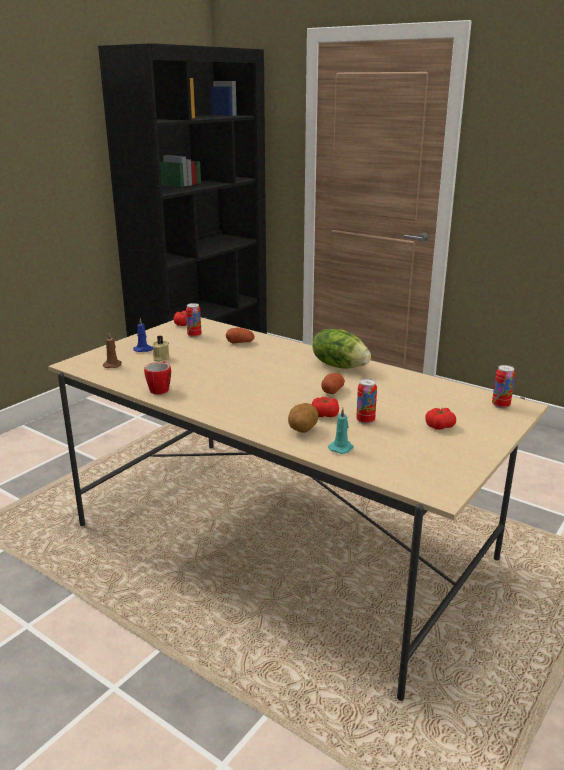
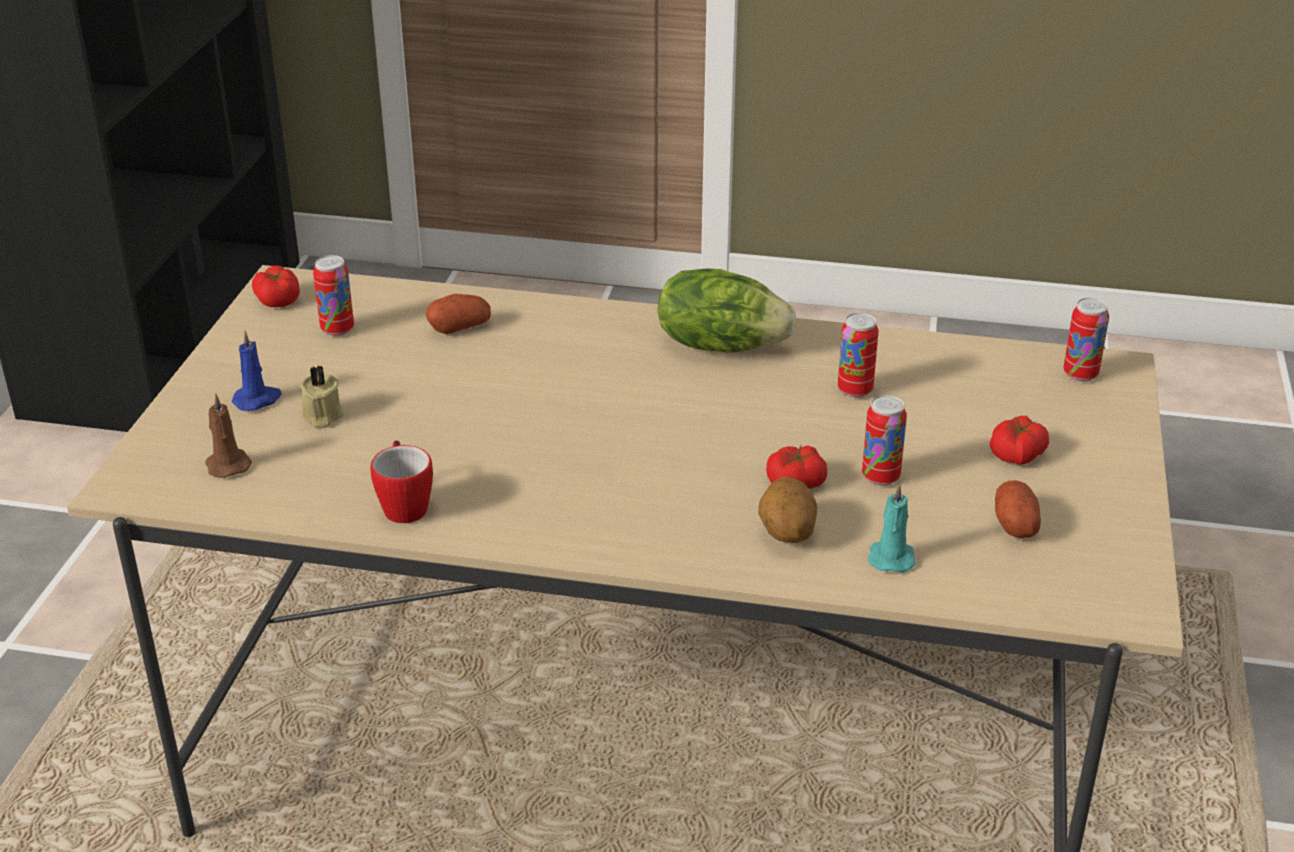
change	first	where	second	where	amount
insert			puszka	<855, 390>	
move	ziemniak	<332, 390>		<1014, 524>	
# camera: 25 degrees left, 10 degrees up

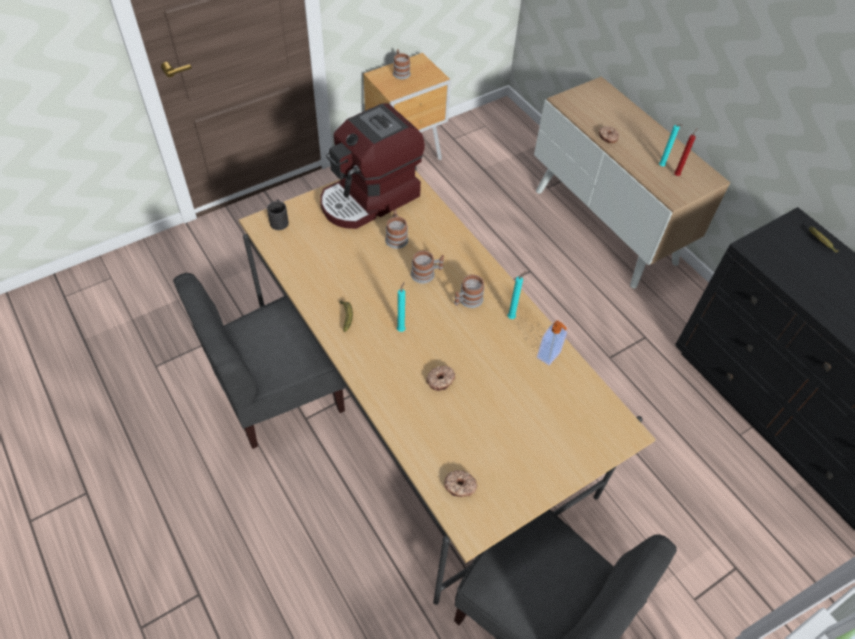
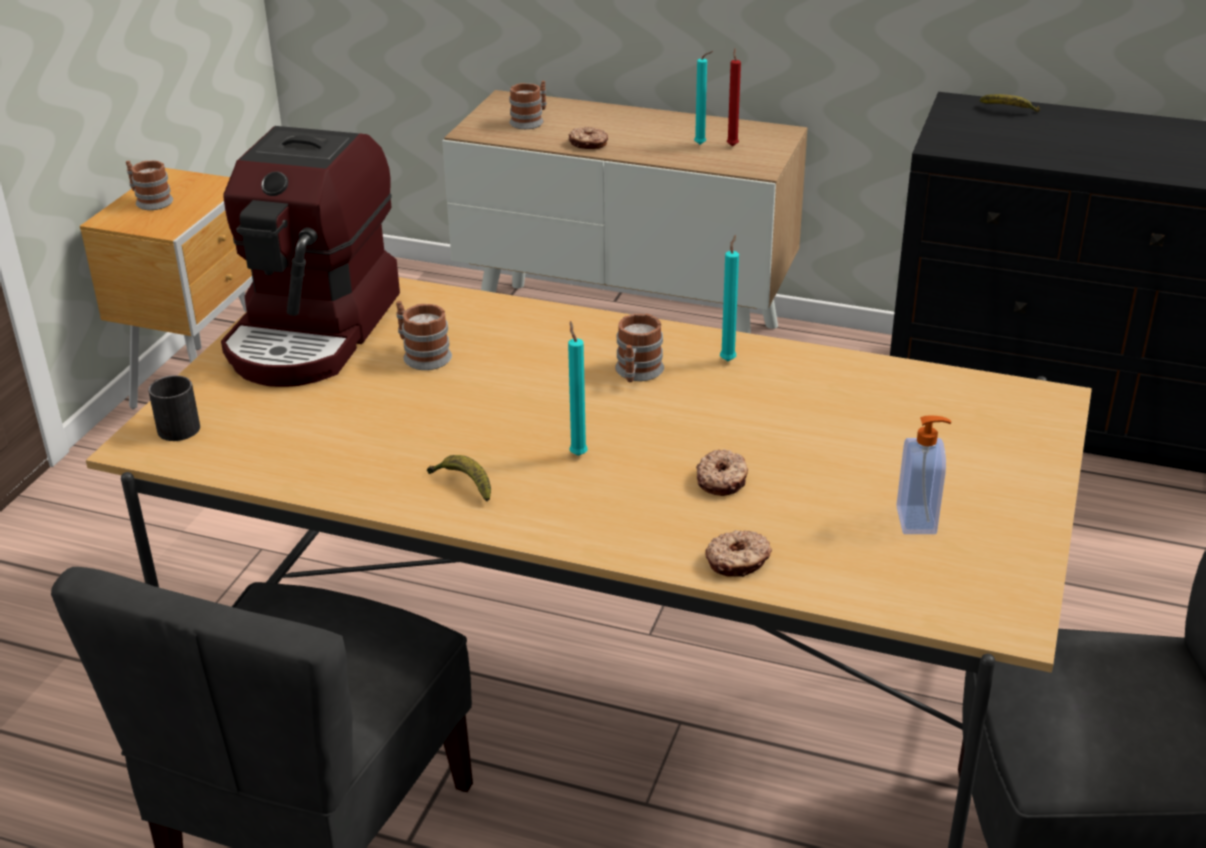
change	first	where	second	where	amount
move	kubek	<426, 274>		<530, 121>	
move	donut	<460, 486>		<738, 562>	
move	dozownik mydła	<549, 355>		<918, 520>	
# camera: 35 degrees left, 20 degrees down

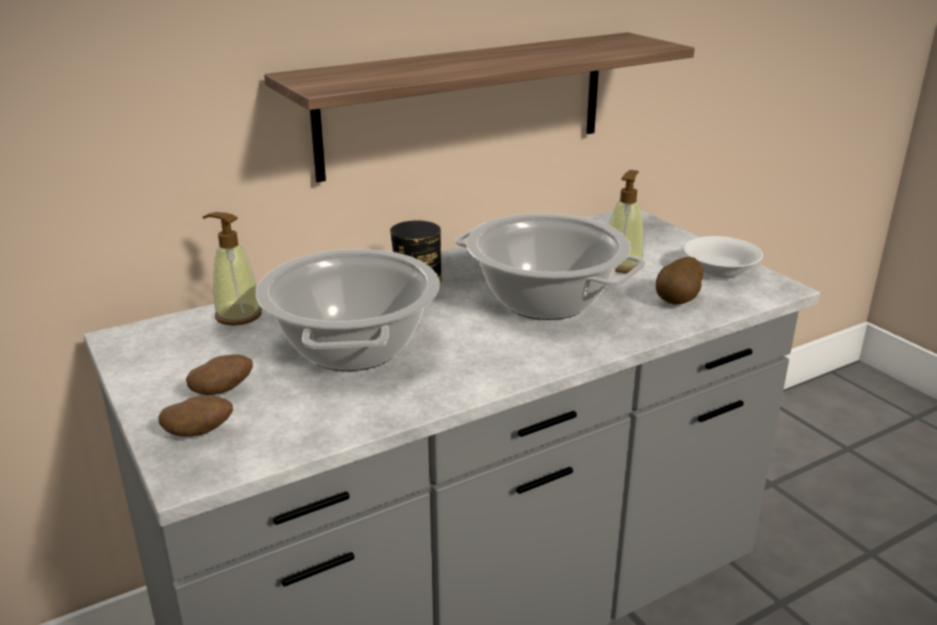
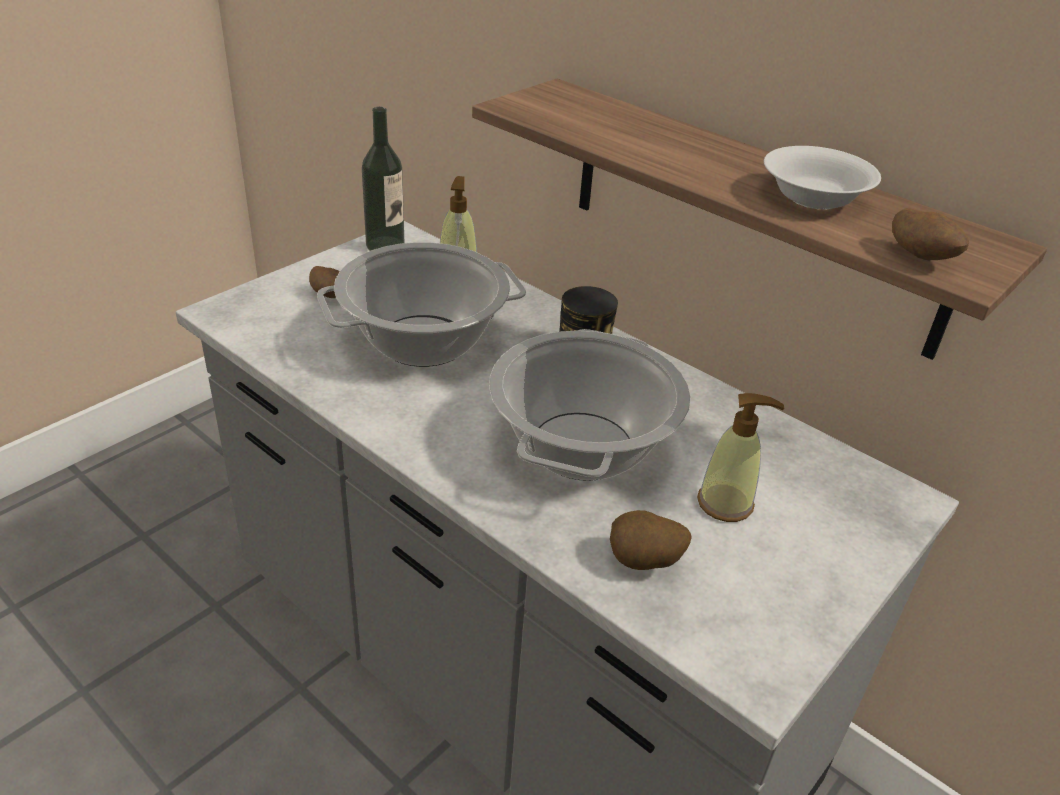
change	first	where	second	where	amount
insert			butelka	<385, 245>	
move	miska/biały	<721, 270>		<814, 198>	
move	ziemniak	<199, 433>		<921, 258>	
# camera: 70 degrees right, 10 degrees up

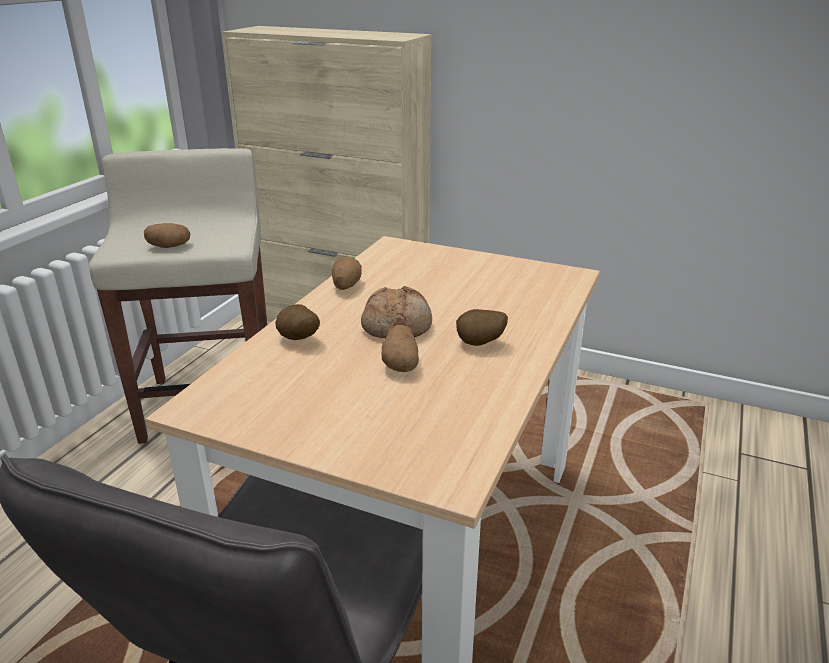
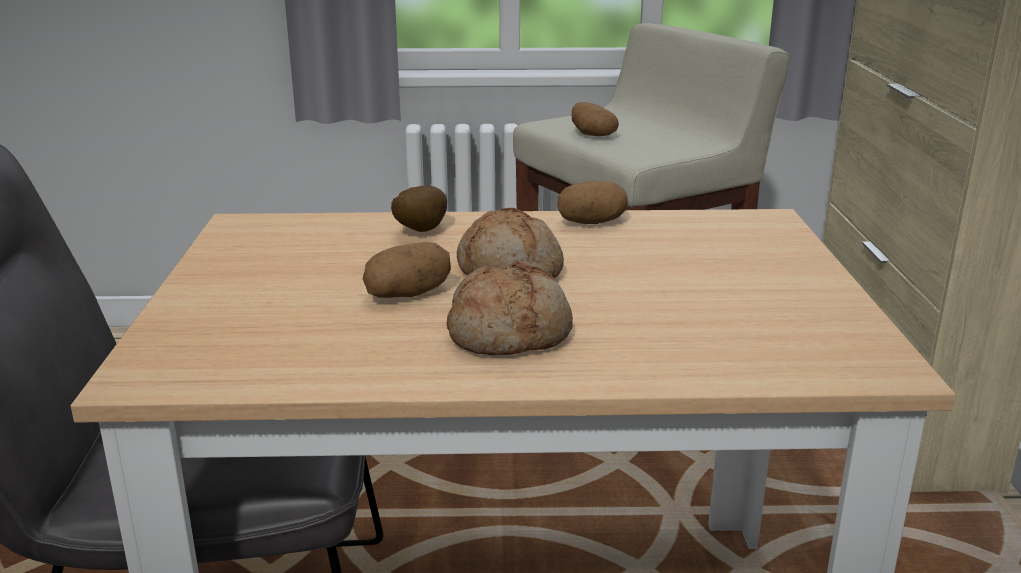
change	first	where	second	where	amount
replace	ziemniak	<480, 344>	chleb	<510, 333>	
# camera: 65 degrees right, 5 degrees down

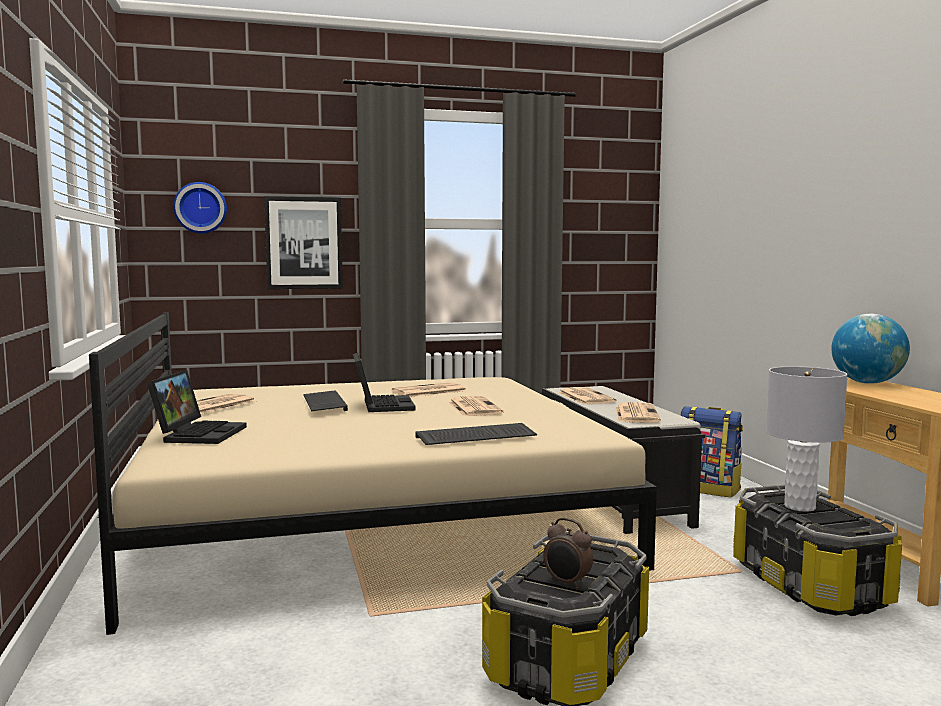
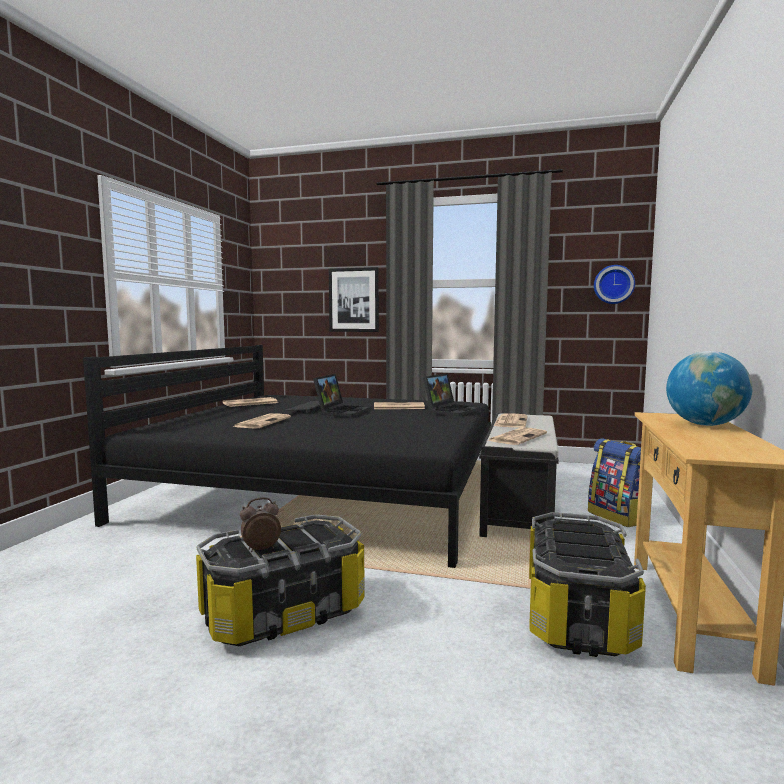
change	first	where	second	where	amount
recolor	łóżko/beżowy	<369, 516>	łóżko/czarny	<327, 490>	
move	gazeta	<473, 407>		<262, 422>	
rotate	budzik	<567, 583>		<261, 549>	90 degrees clockwise
move	laptop	<199, 433>		<450, 411>	
move	zegar ścienny	<200, 208>		<613, 284>	
delete	klawiatura	<475, 438>			
delete	lampa stołowa/szary	<799, 506>			
# camera: 30 degrees right, 0 degrees up

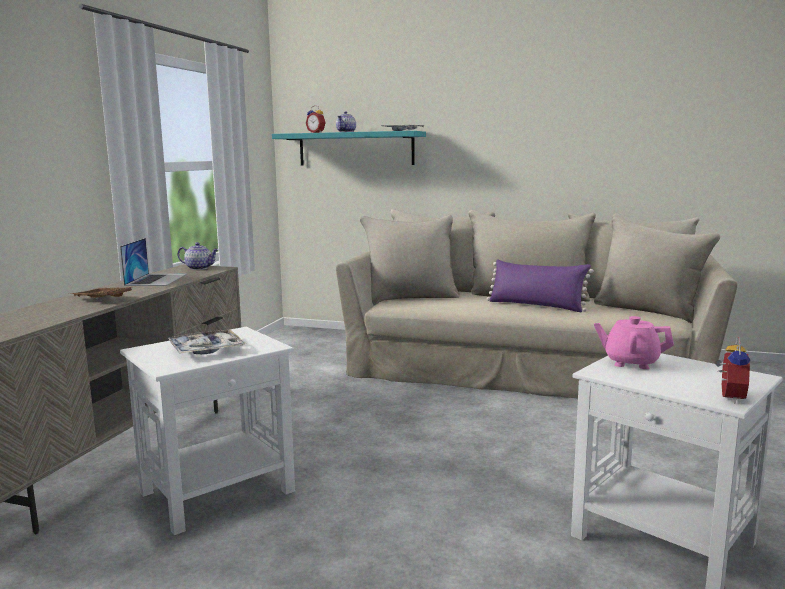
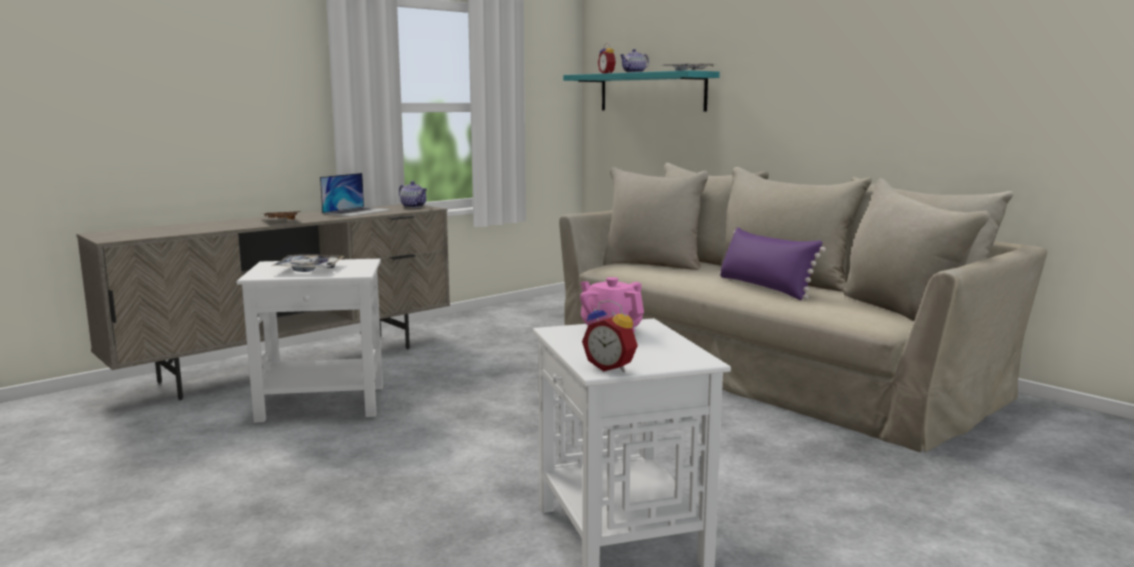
change	first	where	second	where	amount
rotate	budzik	<728, 397>		<611, 367>	75 degrees clockwise
# camera: 30 degrees right, 0 degrees up

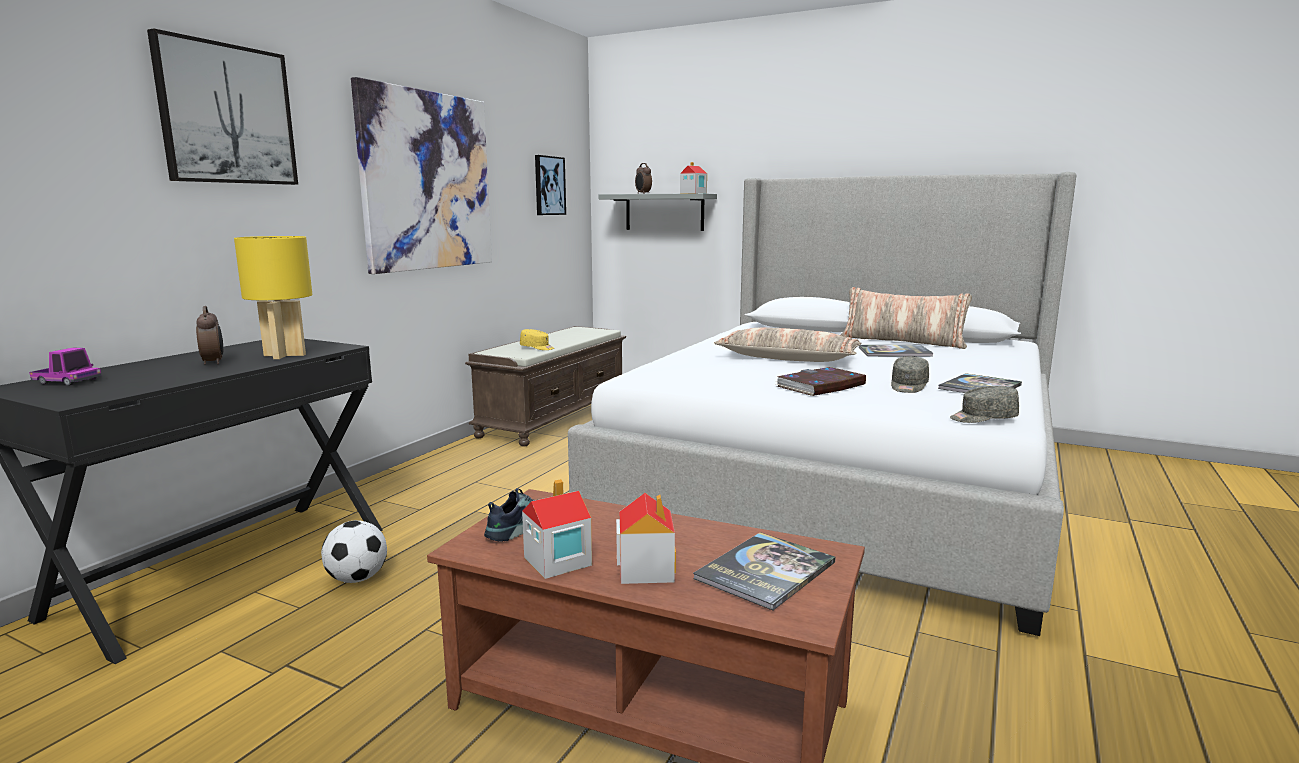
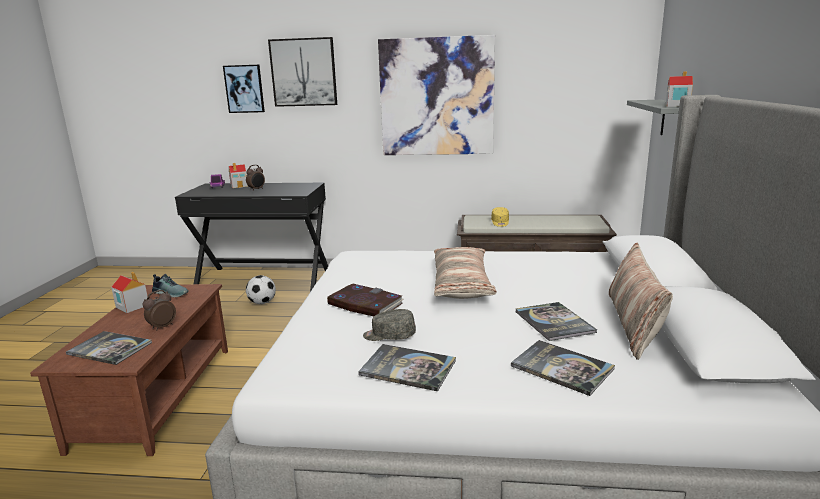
change	first	where	second	where	amount
move	budzik	<643, 193>		<162, 327>	
move	obraz	<549, 185>		<244, 89>	
move	domek	<646, 569>		<239, 186>	
insert			książka	<562, 368>	
delete	lampa stołowa/żółty	<285, 355>			
delete	czapka z daszkiem/szary	<983, 418>			
# camera: 70 degrees right, 5 degrees up

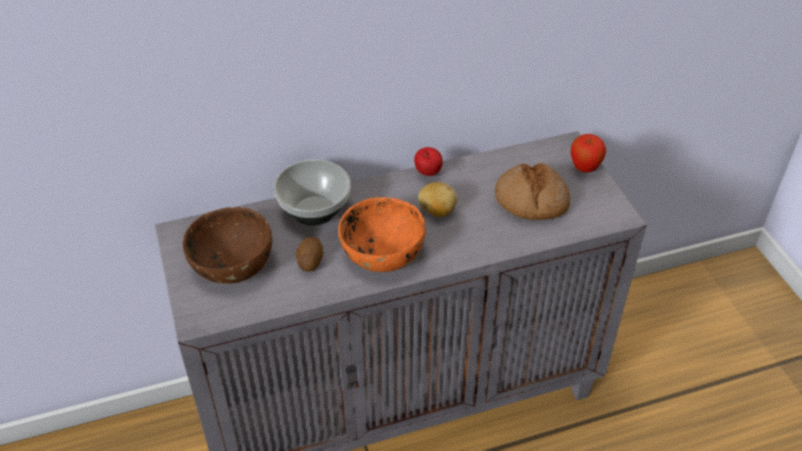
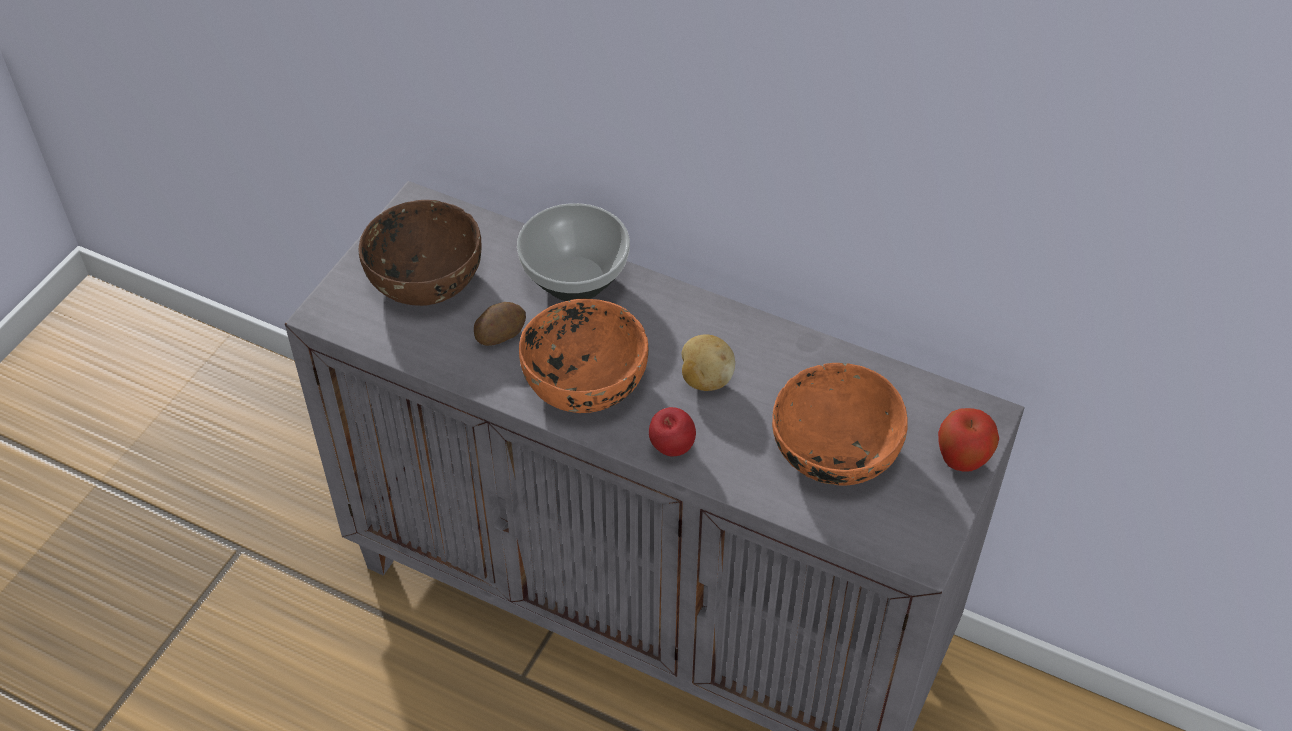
change	first	where	second	where	amount
move	jabłko	<427, 174>		<671, 448>	
replace	chleb	<531, 201>	miska/pomarańczowy	<833, 450>	
# camera: 45 degrees right, 5 degrees up

